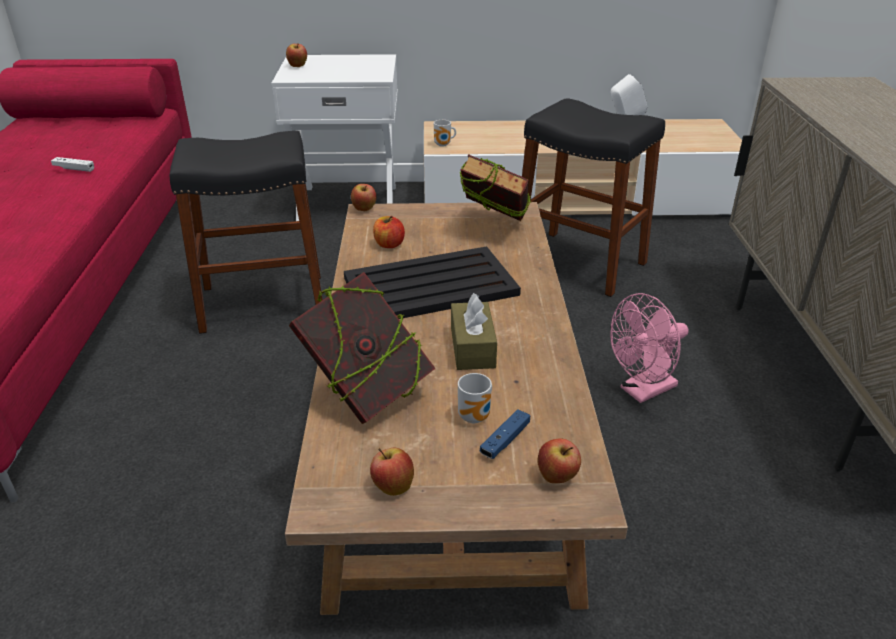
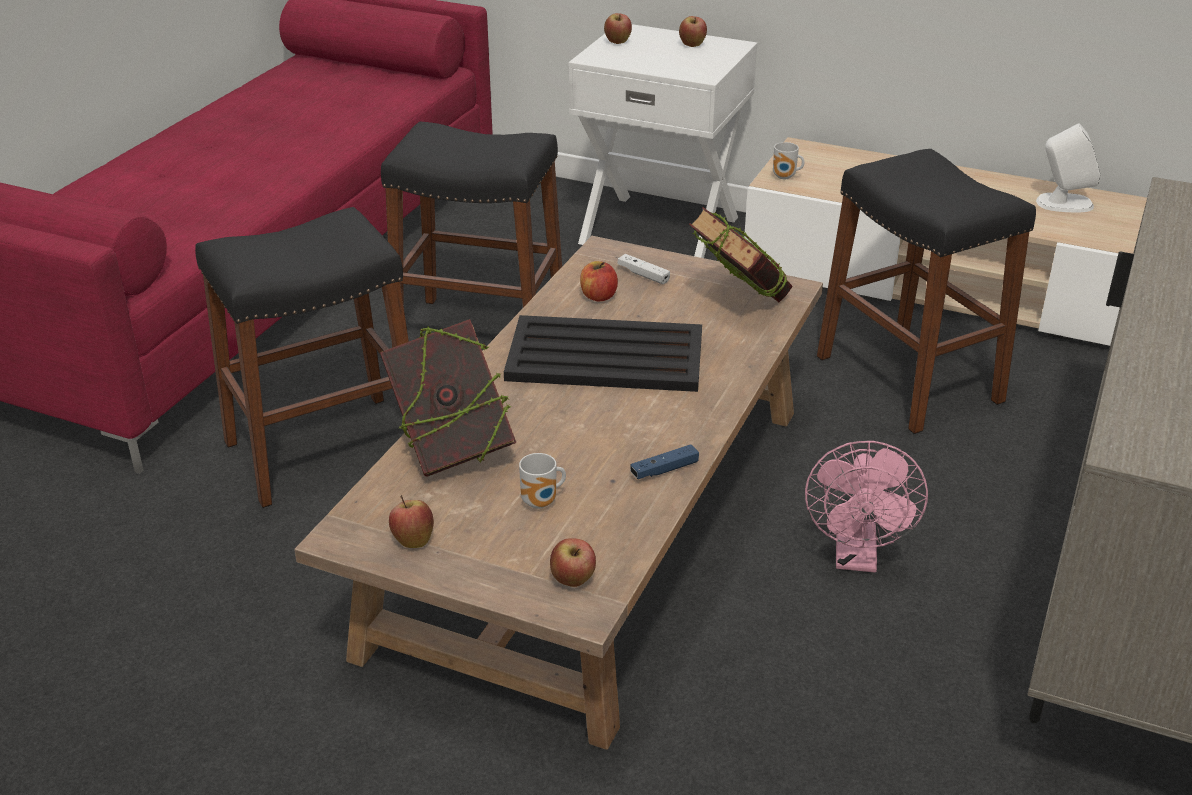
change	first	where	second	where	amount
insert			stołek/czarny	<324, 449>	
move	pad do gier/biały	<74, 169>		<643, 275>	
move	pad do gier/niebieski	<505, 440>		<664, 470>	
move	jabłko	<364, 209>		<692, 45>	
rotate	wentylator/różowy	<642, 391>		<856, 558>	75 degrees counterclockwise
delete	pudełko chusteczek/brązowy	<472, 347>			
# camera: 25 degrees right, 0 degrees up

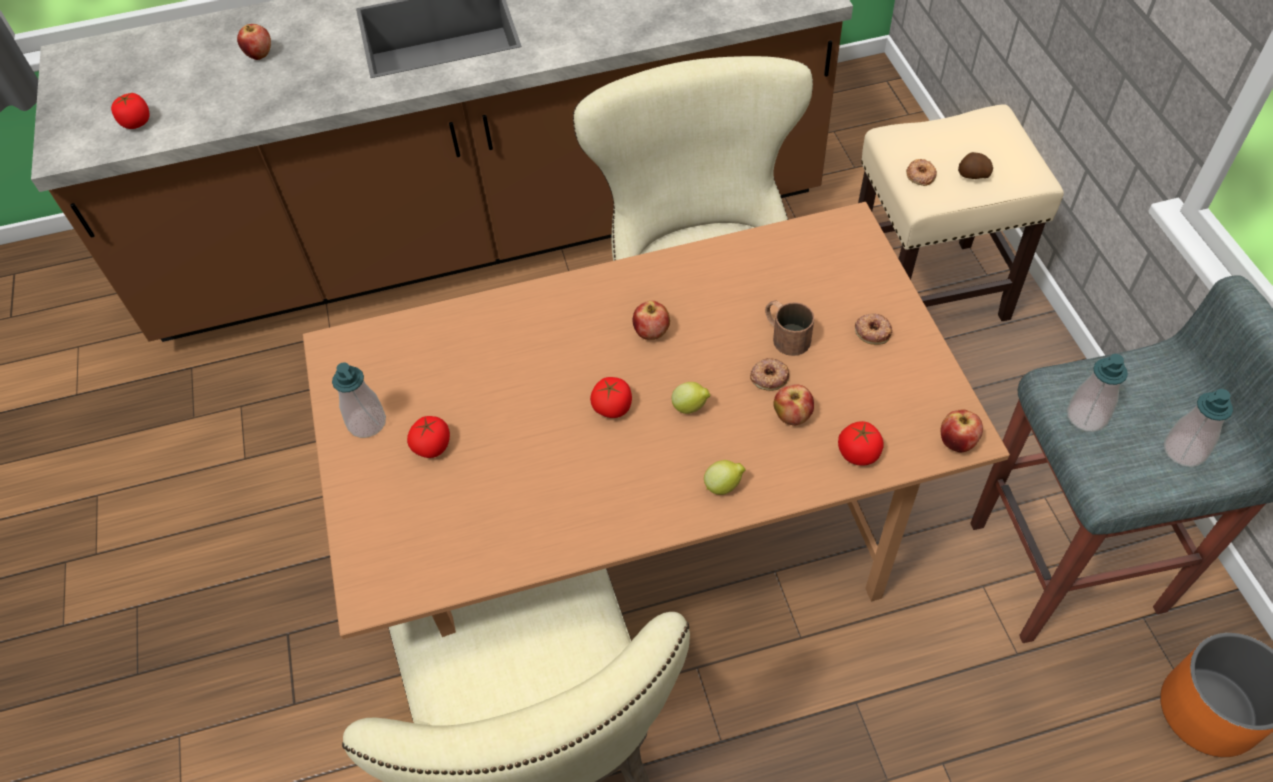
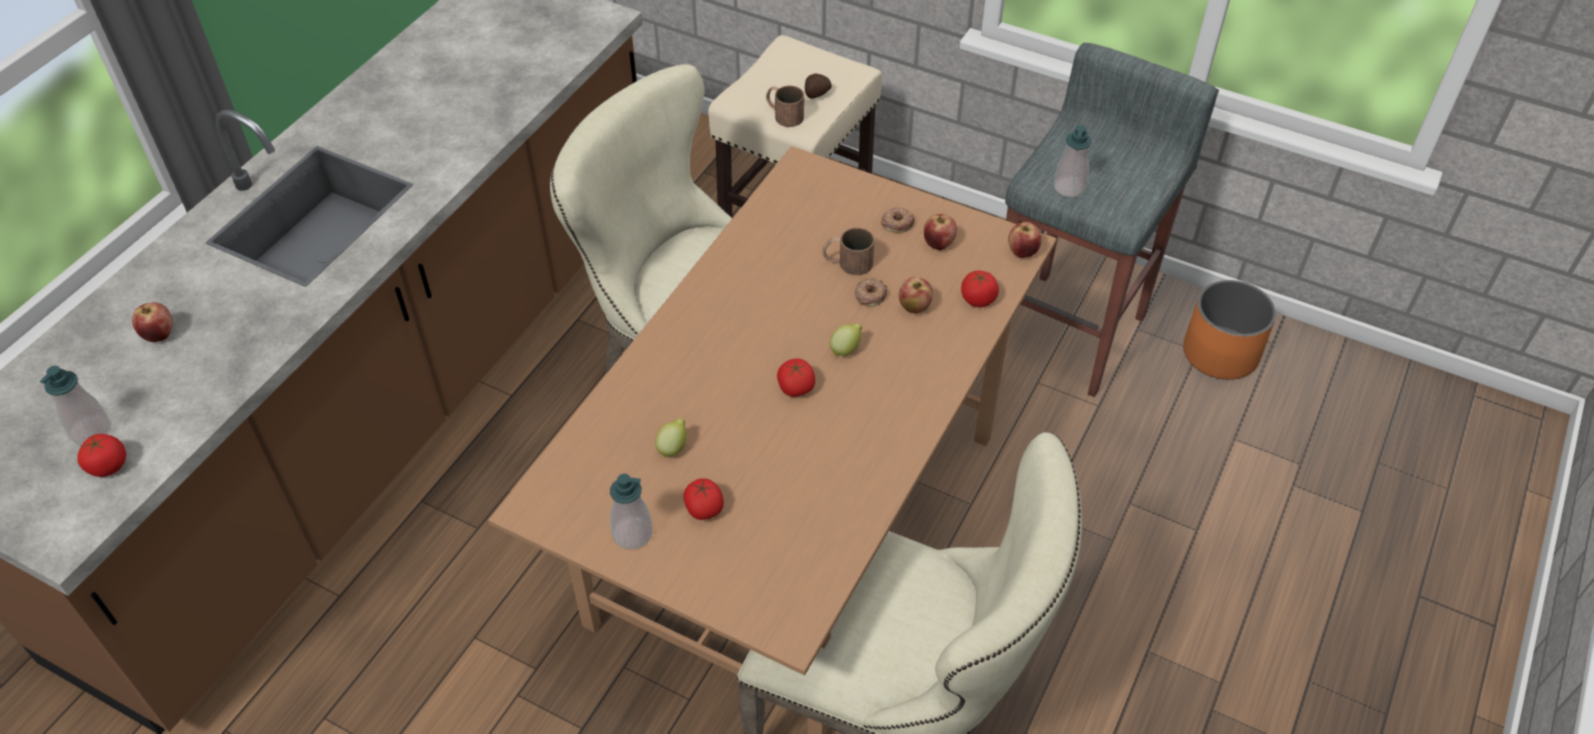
change	first	where	second	where	amount
move	dozownik mydła	<1184, 450>		<91, 430>	
move	cytryna	<724, 486>		<673, 447>	
replace	donut	<920, 175>	kubek/brązowy	<783, 114>	
move	jabłko	<651, 333>		<938, 244>	
# camera: 50 degrees left, 5 degrees down

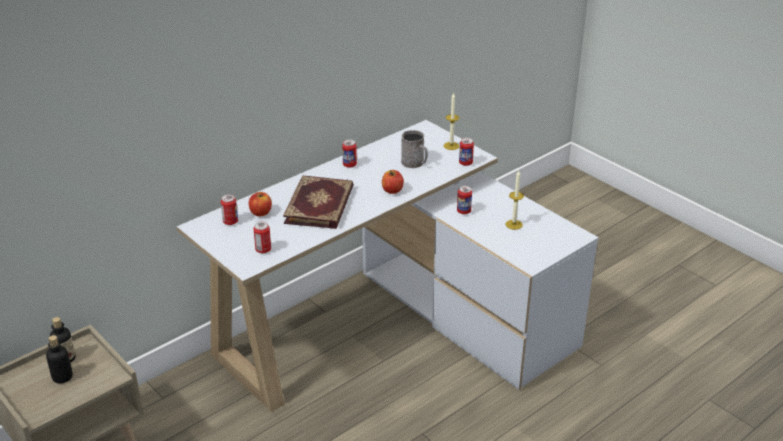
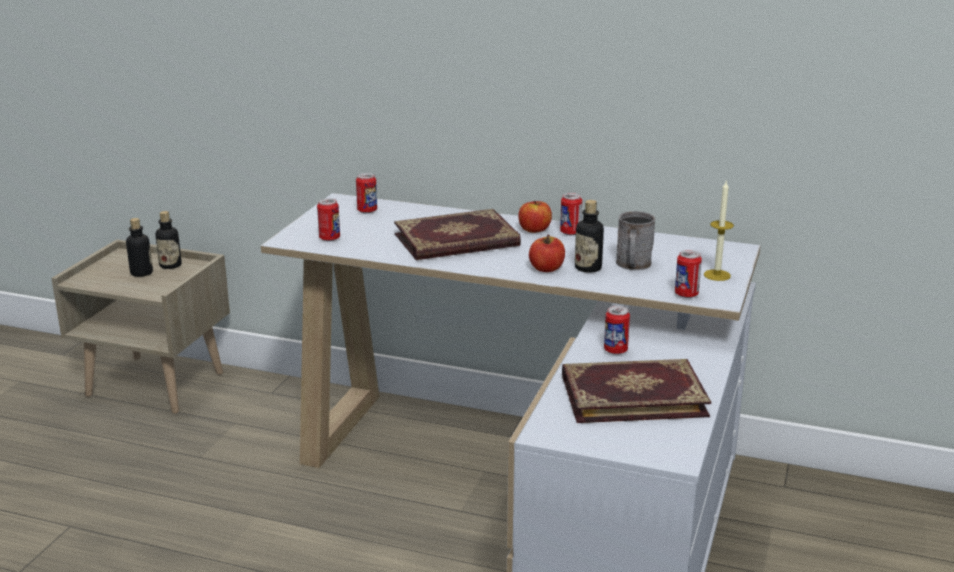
change	first	where	second	where	amount
move	jabłko	<260, 213>		<534, 230>	
replace	świeca	<514, 224>	książka	<632, 394>	
insert			butelka	<588, 268>	
# camera: 60 degrees right, 10 degrees down

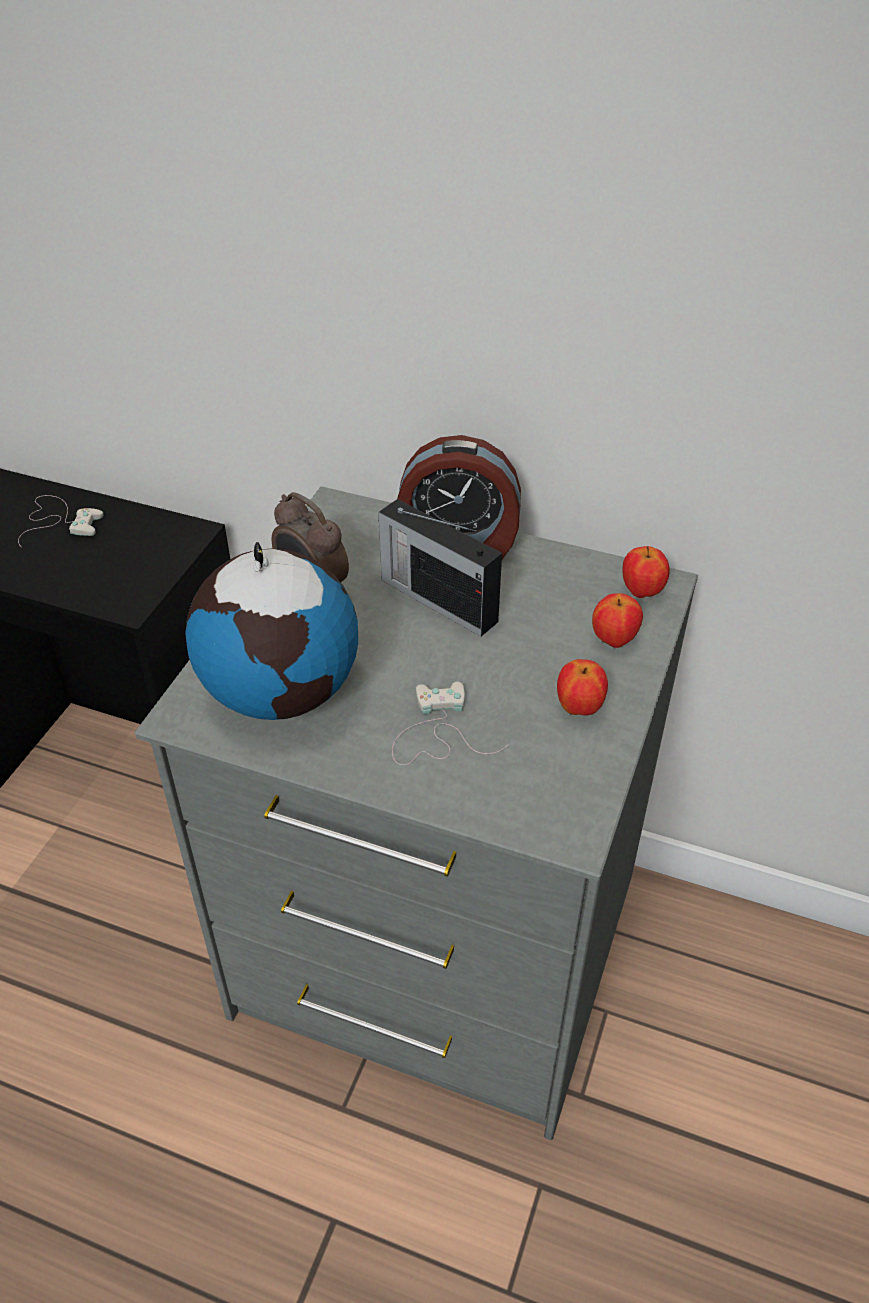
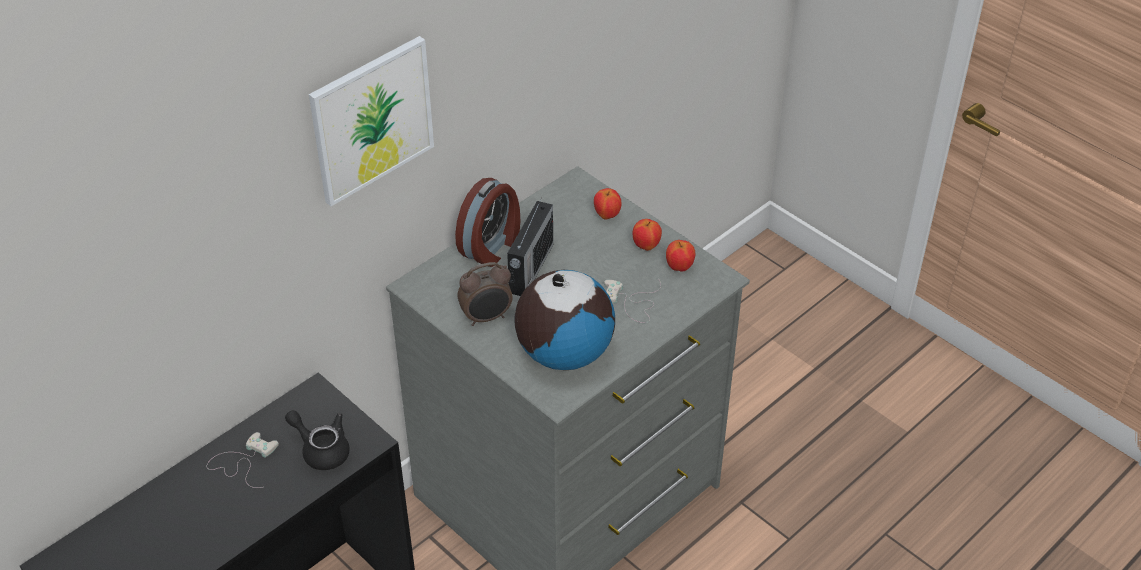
change	first	where	second	where	amount
insert			imbryk/czarny	<321, 450>	
insert			obraz	<372, 120>	
rotate	radio	<437, 599>		<530, 269>	45 degrees counterclockwise
move	jabłko	<641, 592>		<679, 267>	
# camera: 65 degrees left, 0 degrees up

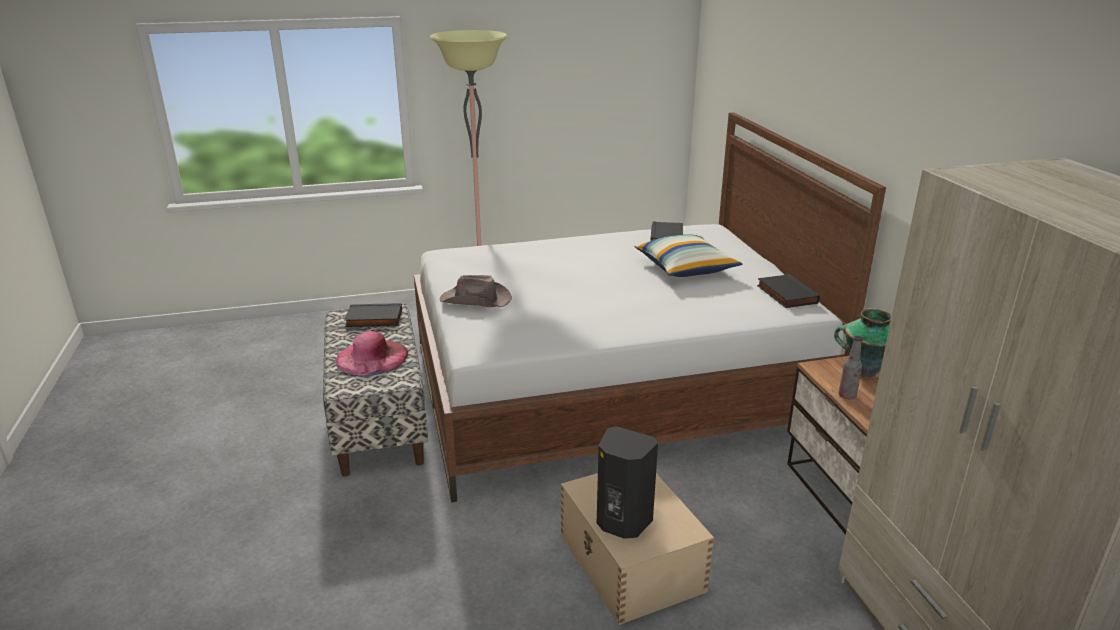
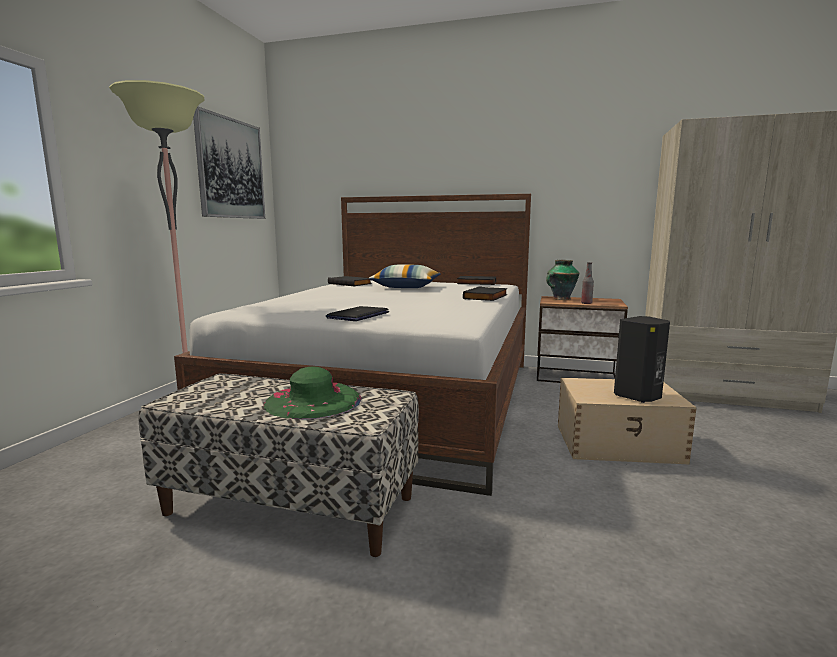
change	first	where	second	where	amount
insert			obraz	<230, 169>	
recolor	kapelusz/różowy	<372, 357>	kapelusz/zielony	<313, 401>	
replace	kapelusz/brązowy	<476, 300>	laptop	<358, 315>	
move	książka/czarny	<373, 319>		<486, 297>	
# camera: 60 degrees left, 15 degrees down

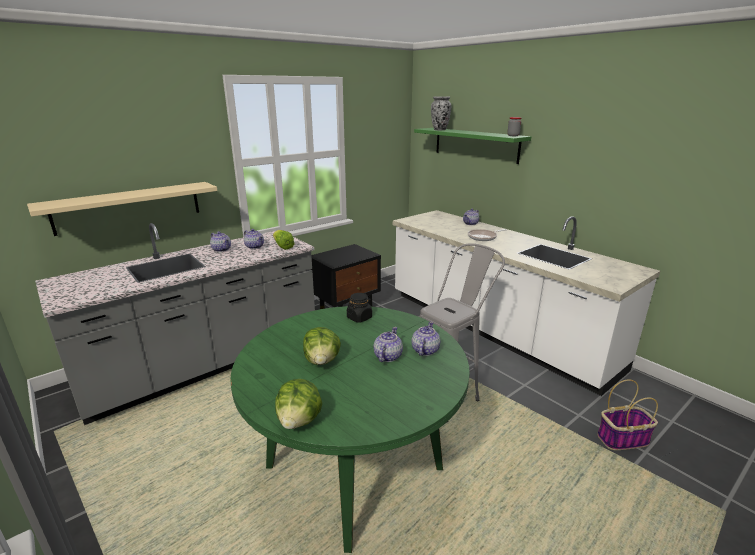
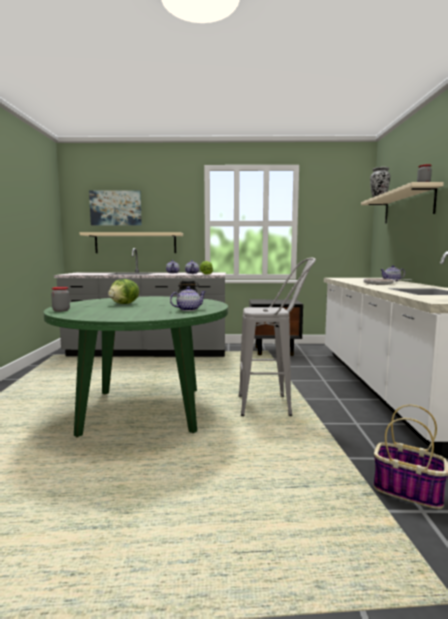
change	first	where	second	where	amount
replace	sałata	<299, 420>	słoik	<61, 310>	
insert			obraz	<116, 208>	
recolor	półka/zielony	<475, 144>	półka/beżowy	<408, 206>	
delete	imbryk	<387, 356>			
# camera: 40 degrees right, 15 degrees down

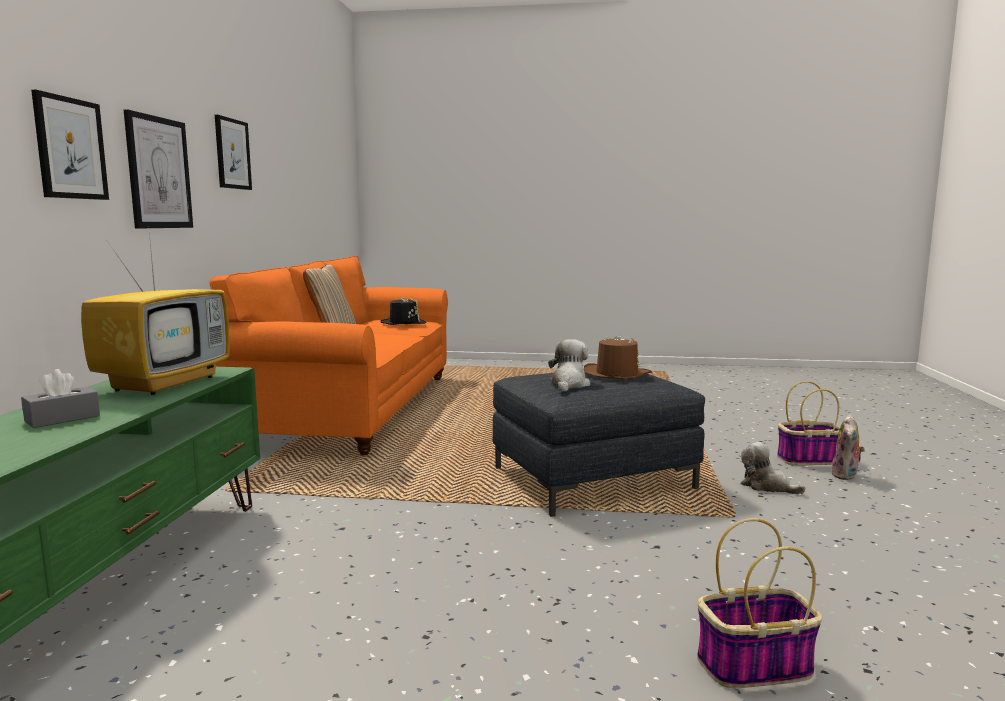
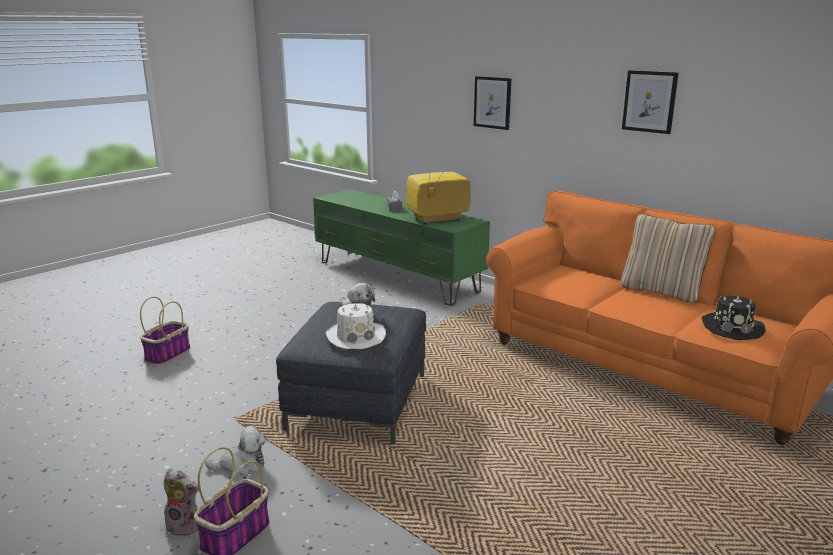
change	first	where	second	where	amount
rotate	pluszak	<846, 476>		<185, 525>	135 degrees clockwise
recolor	kapelusz/brązowy	<616, 374>	kapelusz/biały	<355, 336>	
rotate	telewizor	<165, 383>		<437, 219>	105 degrees clockwise
delete	obraz	<159, 173>			
# camera: 125 degrees right, 10 degrees up

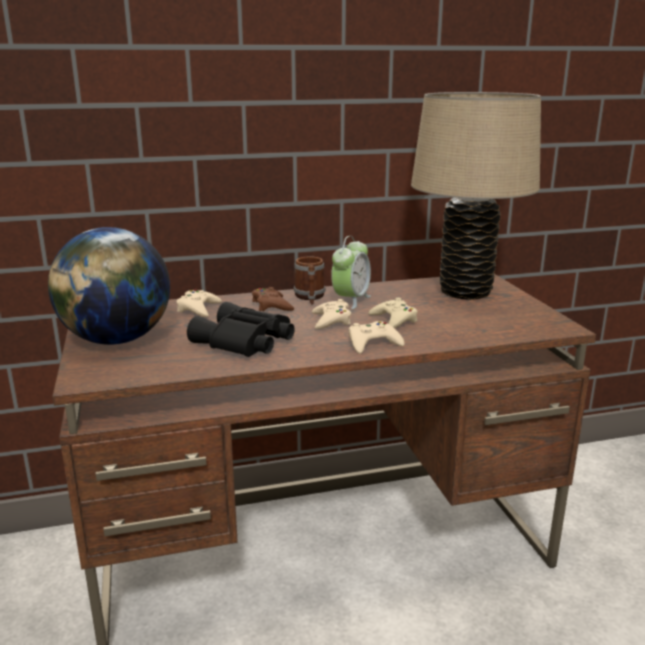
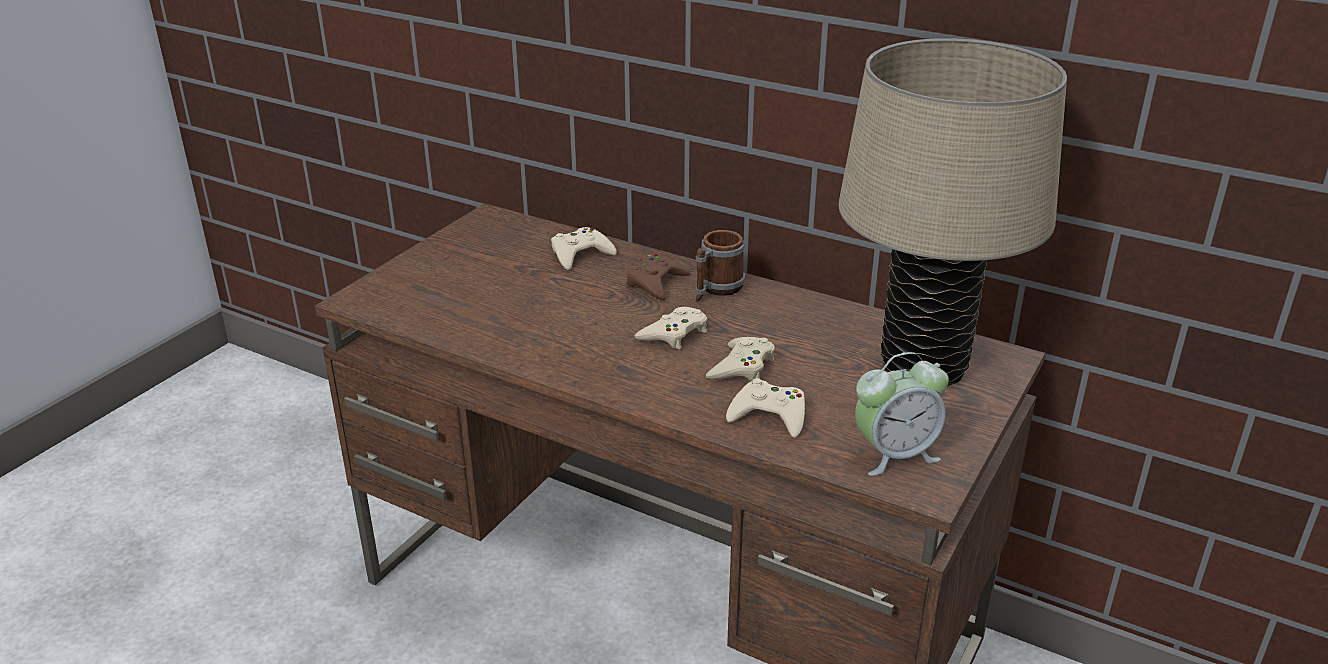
change	first	where	second	where	amount
move	pad do gier/beżowy	<372, 343>		<769, 415>	
move	budzik	<351, 300>		<895, 455>	
delete	globus	<117, 340>			
delete	lornetka/czarny	<244, 342>			
# camera: 45 degrees right, 10 degrees up

